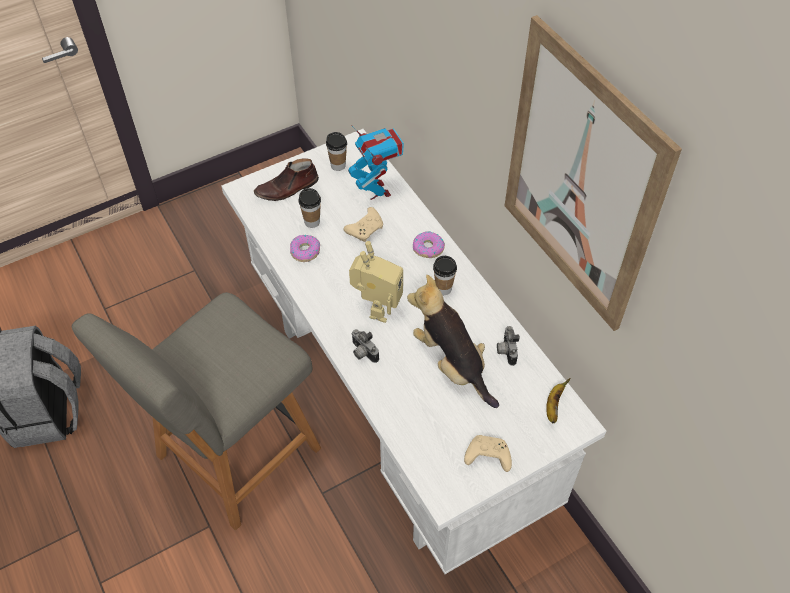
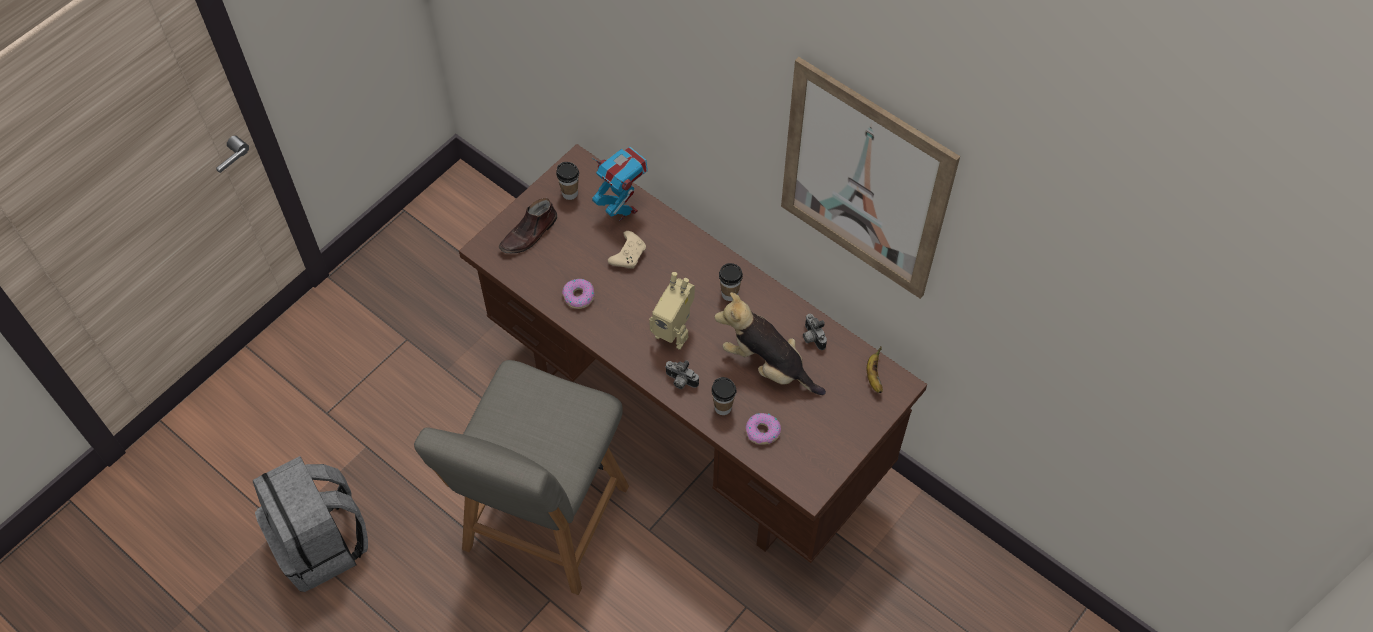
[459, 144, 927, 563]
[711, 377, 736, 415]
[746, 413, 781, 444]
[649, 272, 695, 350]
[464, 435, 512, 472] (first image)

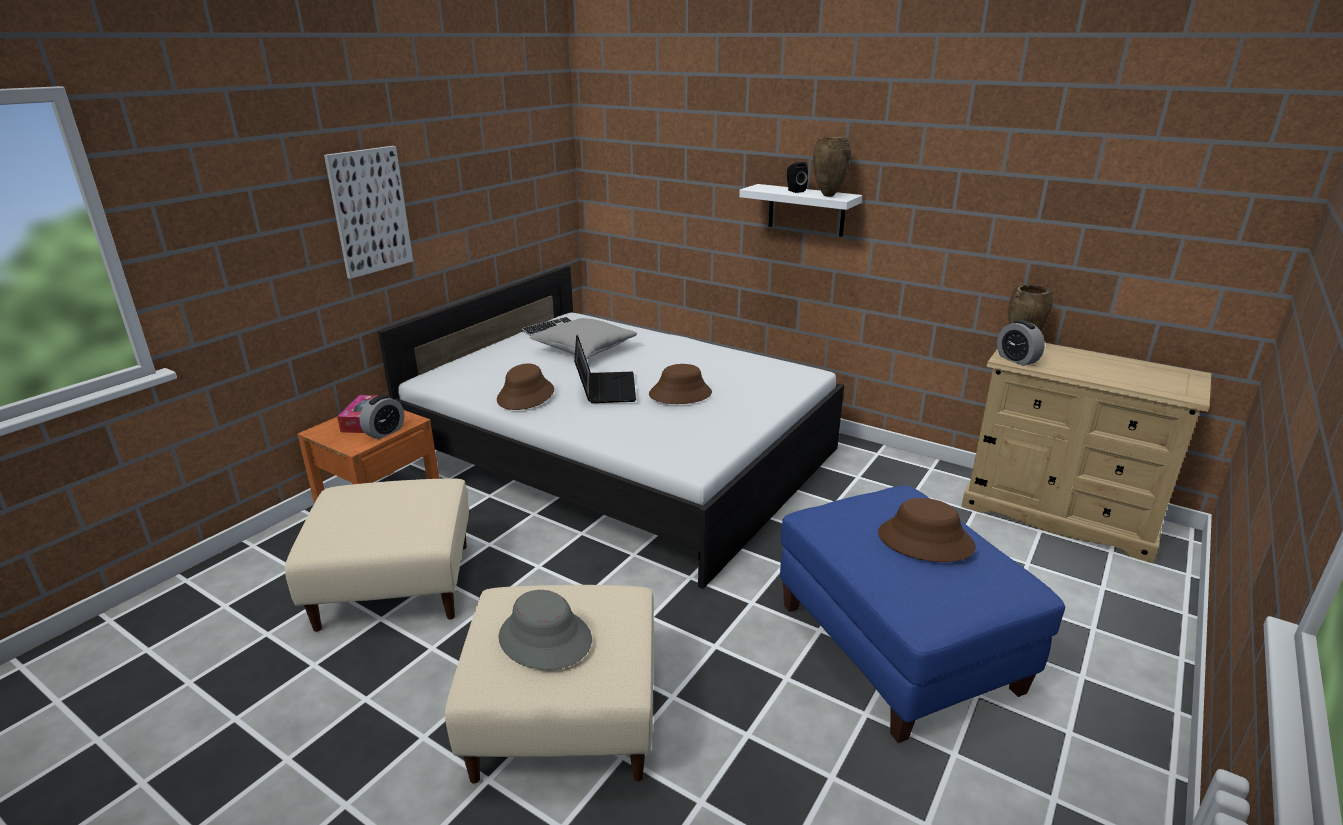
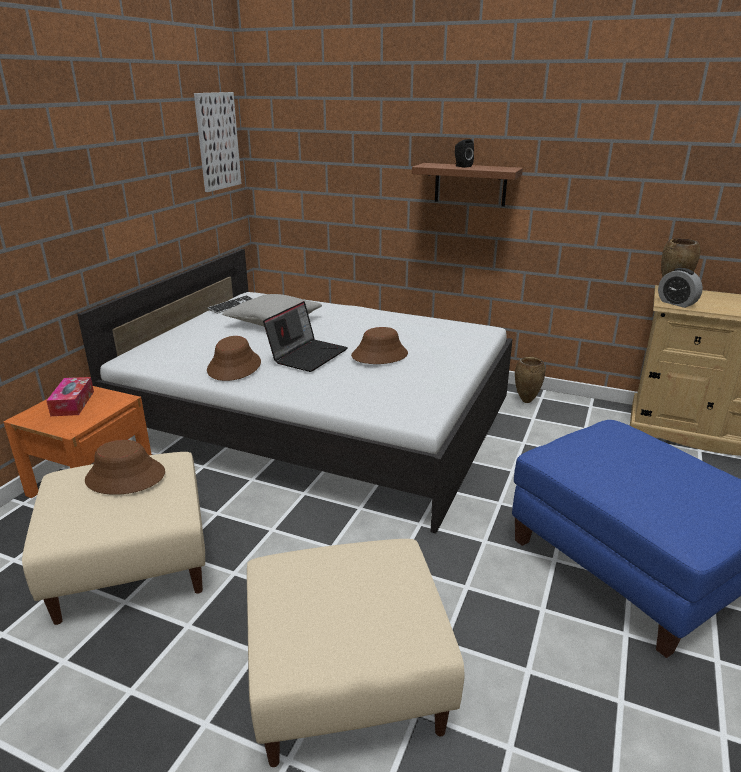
[515, 357, 545, 403]
[194, 92, 242, 192]
[412, 163, 523, 207]
[263, 301, 348, 372]
[359, 395, 404, 439] (first image)
[85, 440, 165, 495]
[498, 590, 592, 670] (first image)

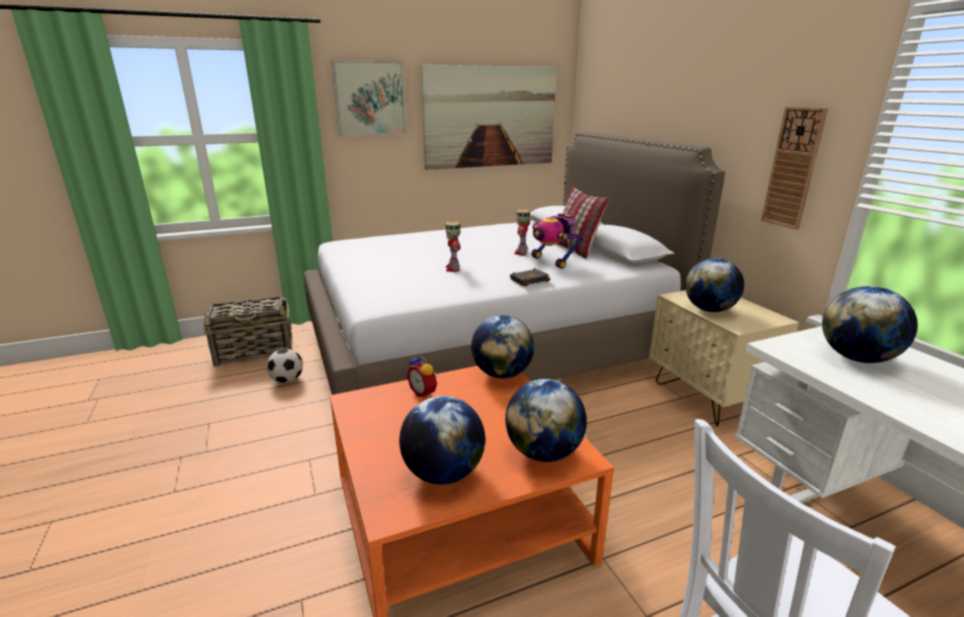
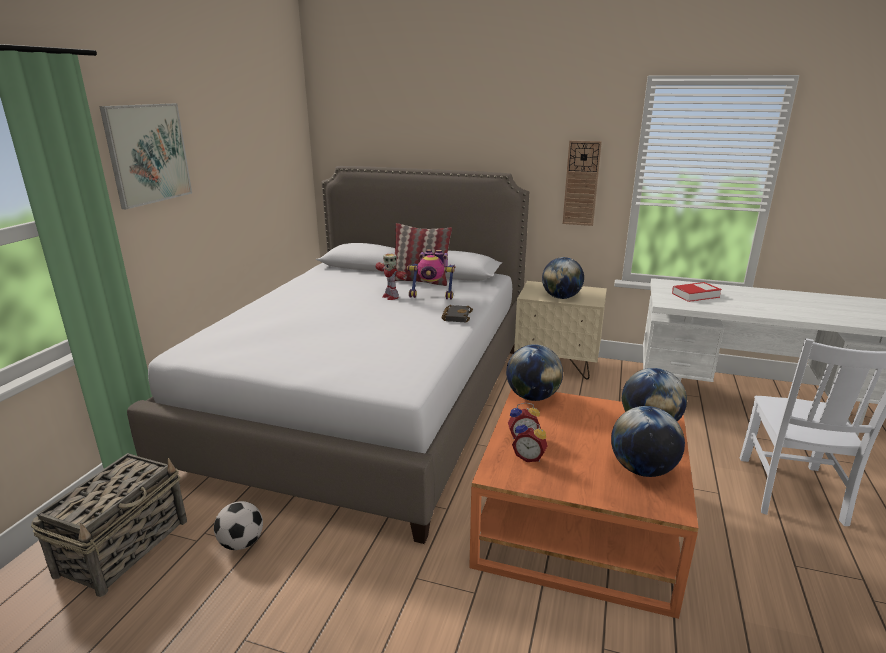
[421, 65, 557, 170] (first image)
[445, 222, 461, 272] (first image)
[672, 282, 722, 302]
[512, 421, 548, 462]

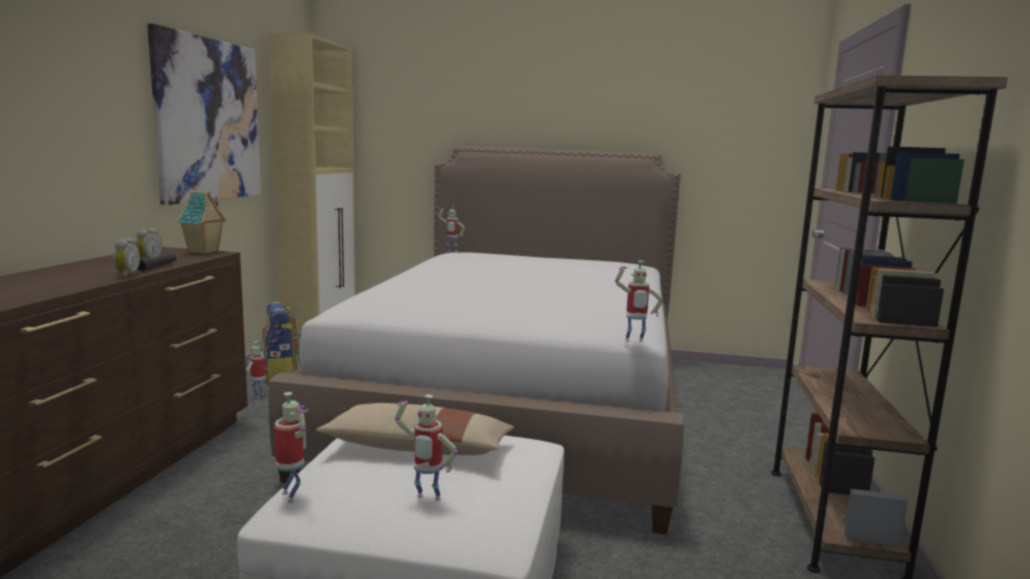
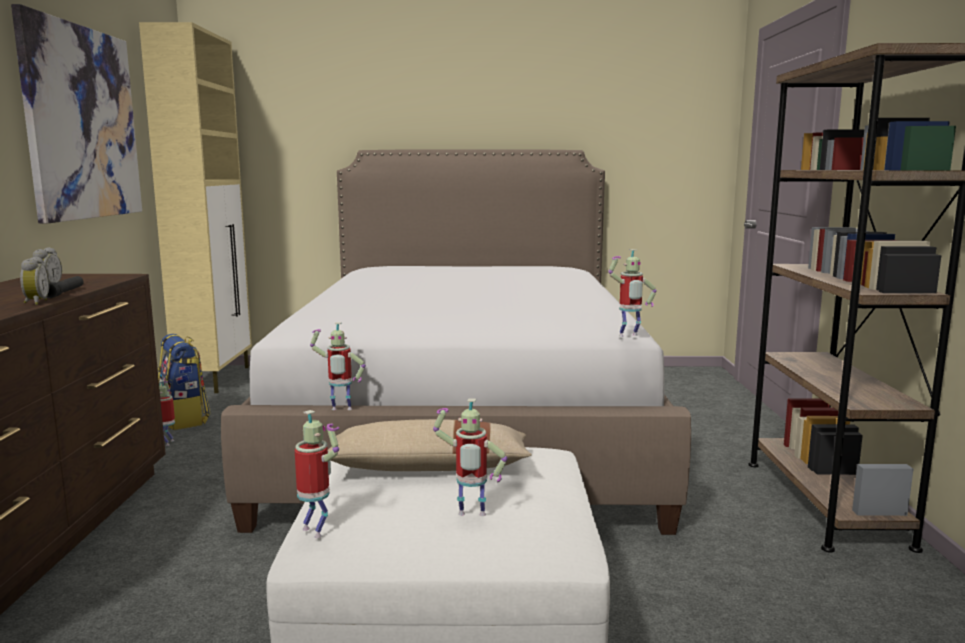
[177, 190, 226, 254] (first image)
[310, 322, 366, 410]

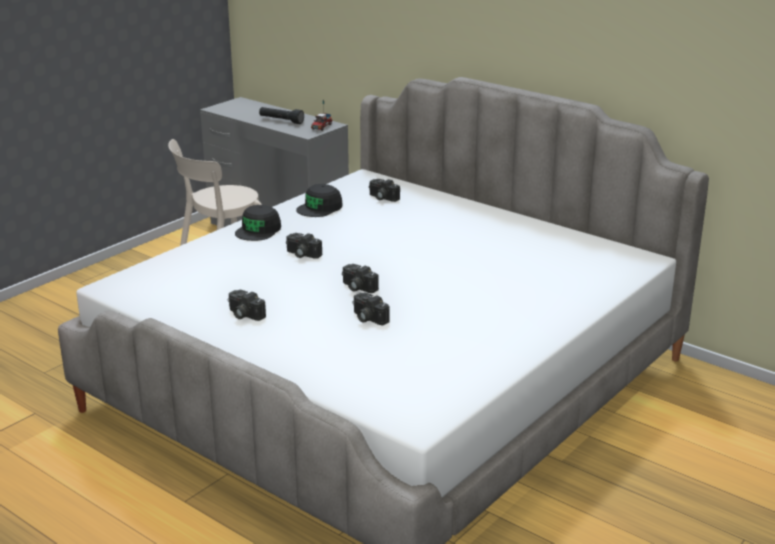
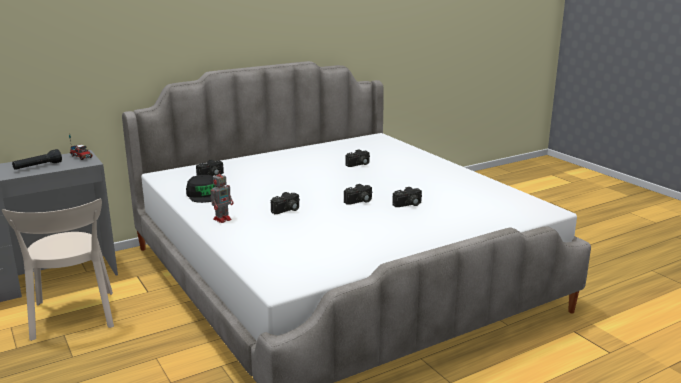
[211, 170, 234, 223]
[345, 149, 370, 167]

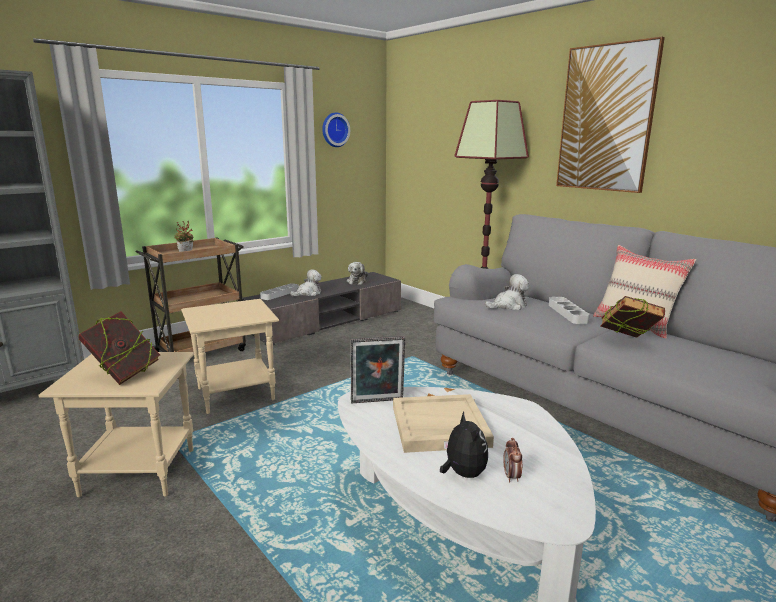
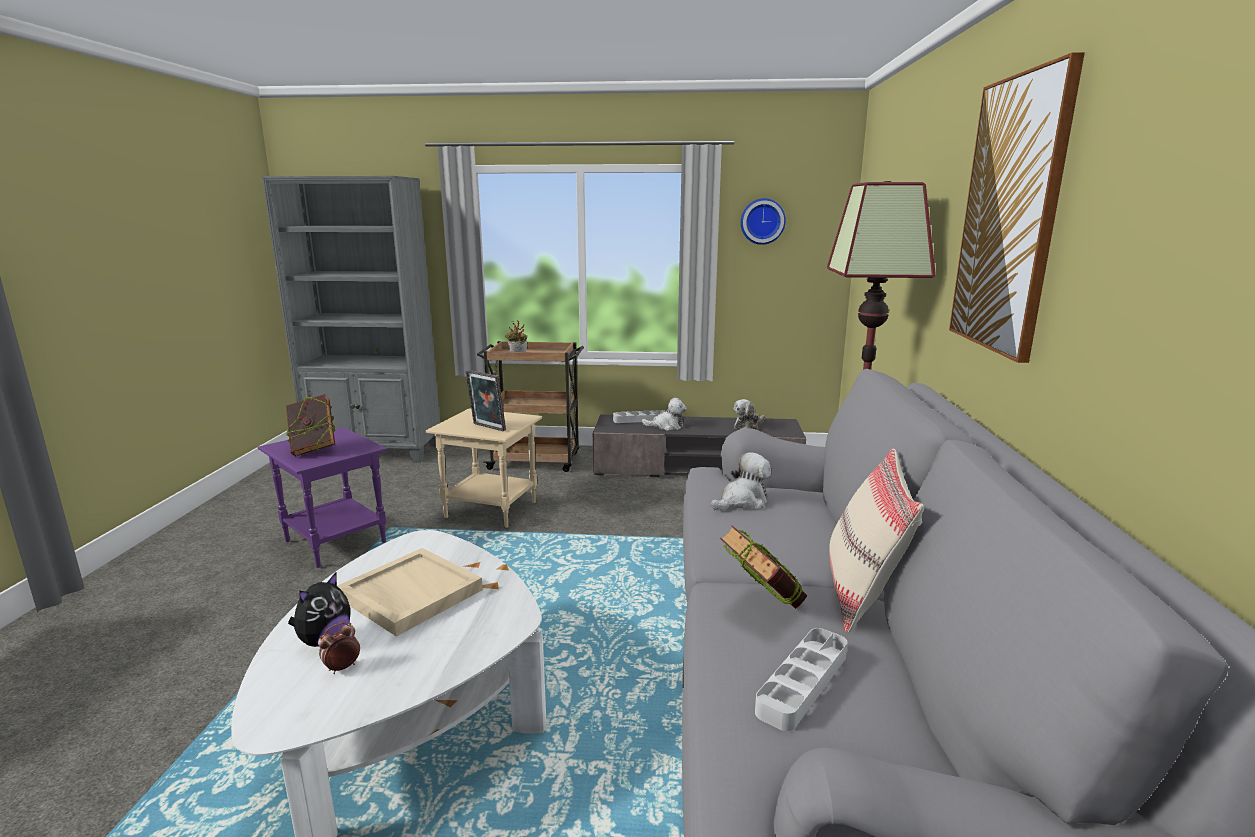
[711, 452, 771, 511]
[755, 628, 848, 731]
[466, 370, 506, 431]
[258, 427, 387, 568]

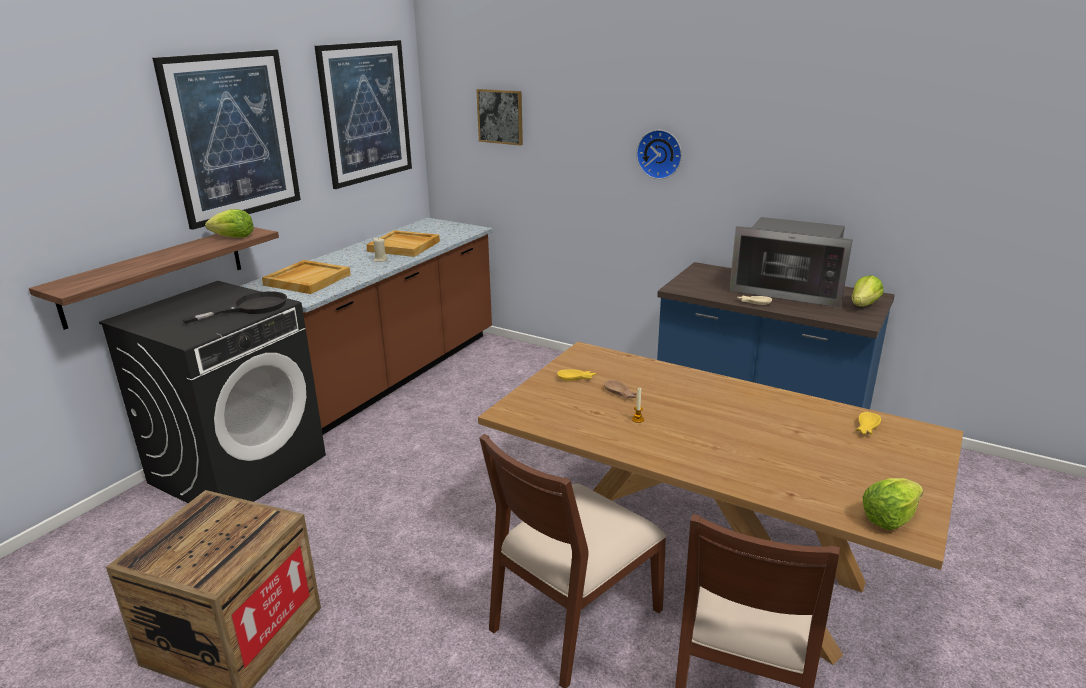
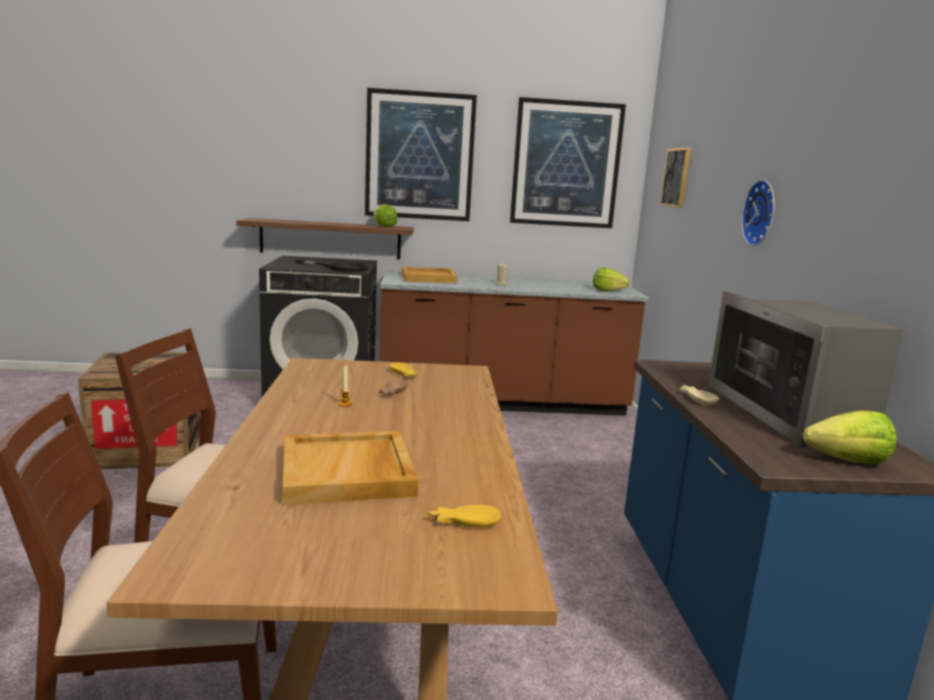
[283, 431, 418, 505]
[593, 268, 630, 291]

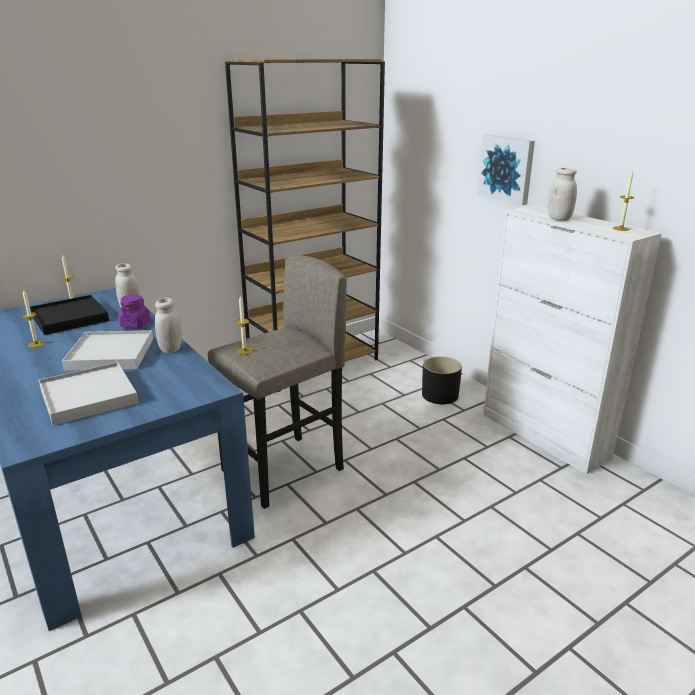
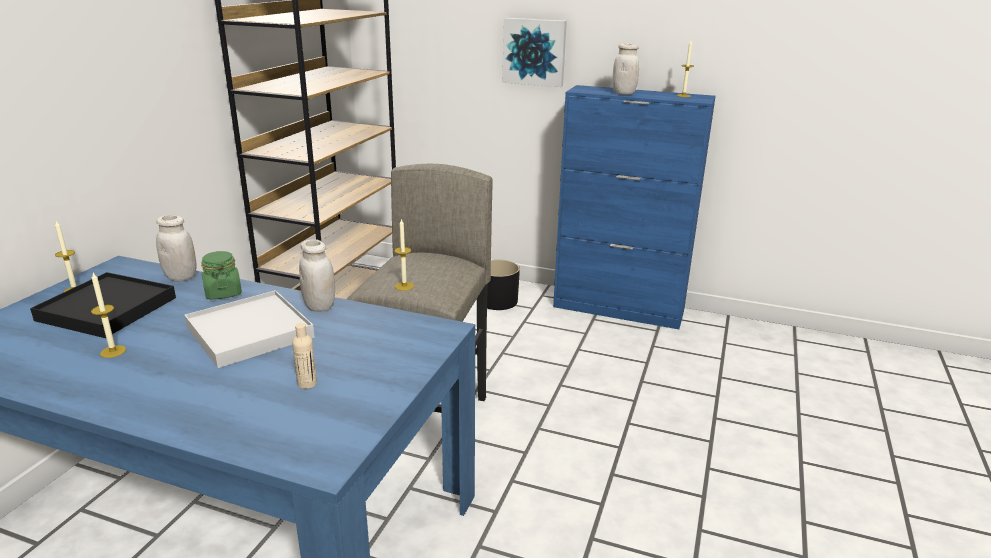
[553, 85, 716, 329]
[201, 251, 242, 300]
[292, 323, 317, 389]

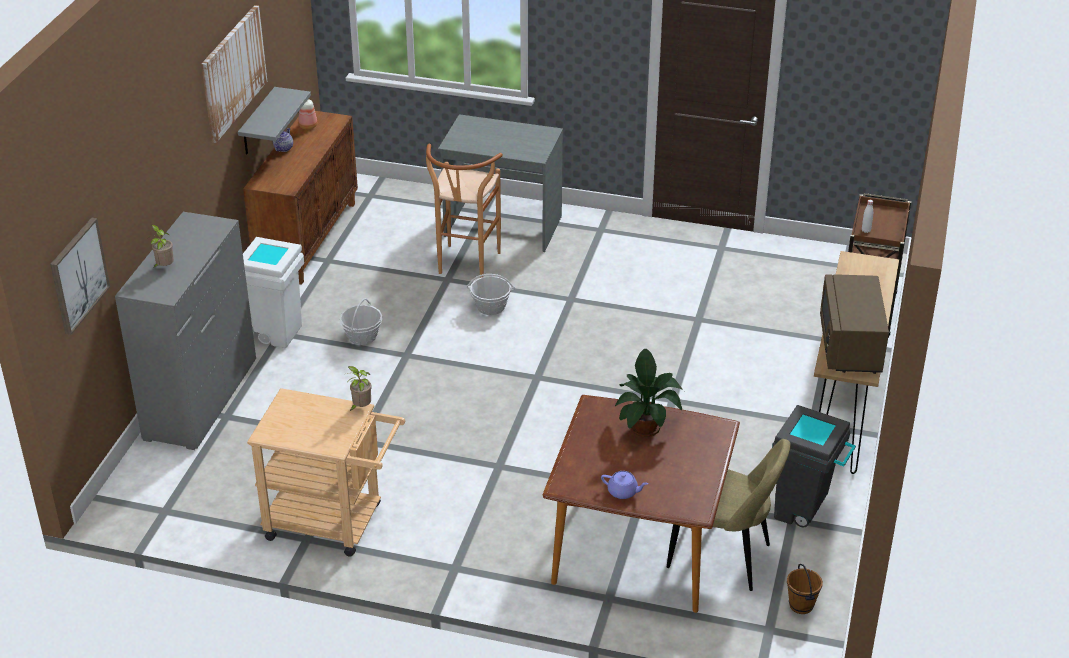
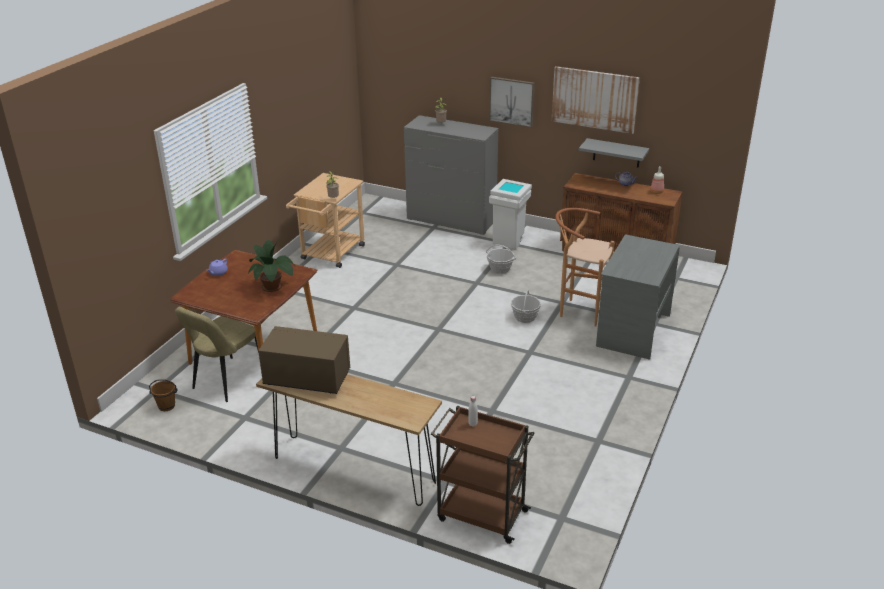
[489, 77, 535, 128]
[772, 405, 856, 528] (first image)

